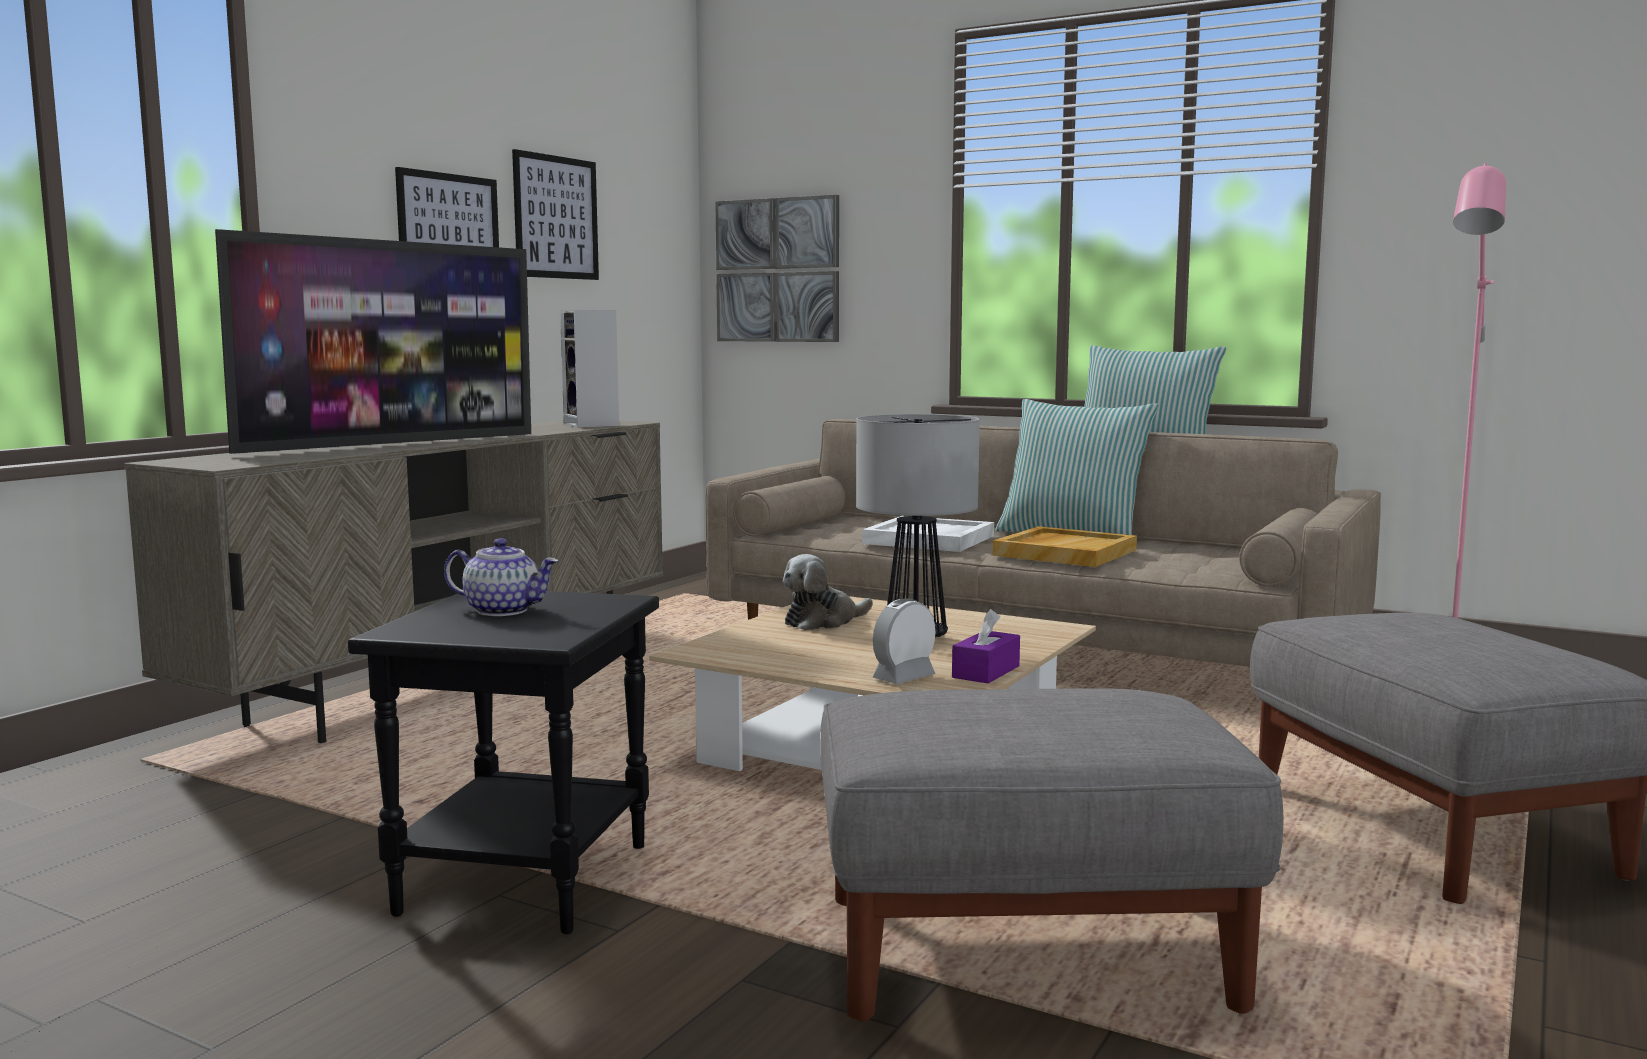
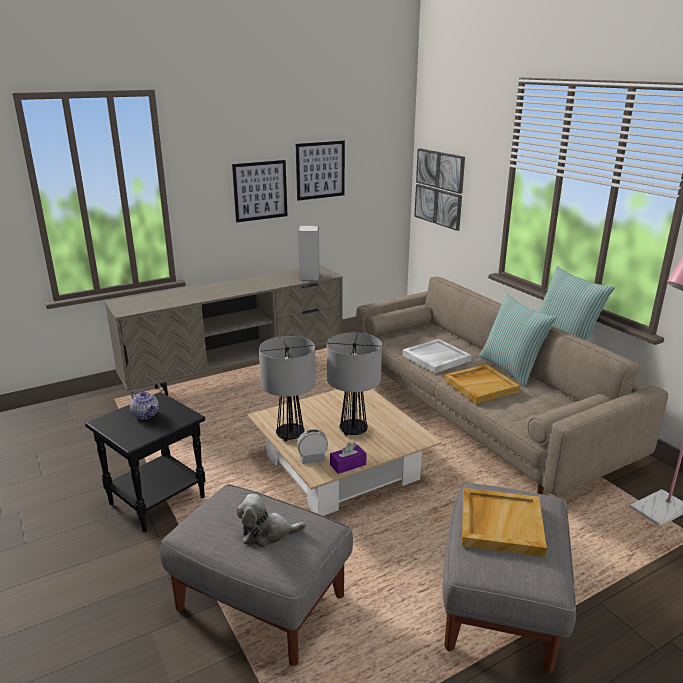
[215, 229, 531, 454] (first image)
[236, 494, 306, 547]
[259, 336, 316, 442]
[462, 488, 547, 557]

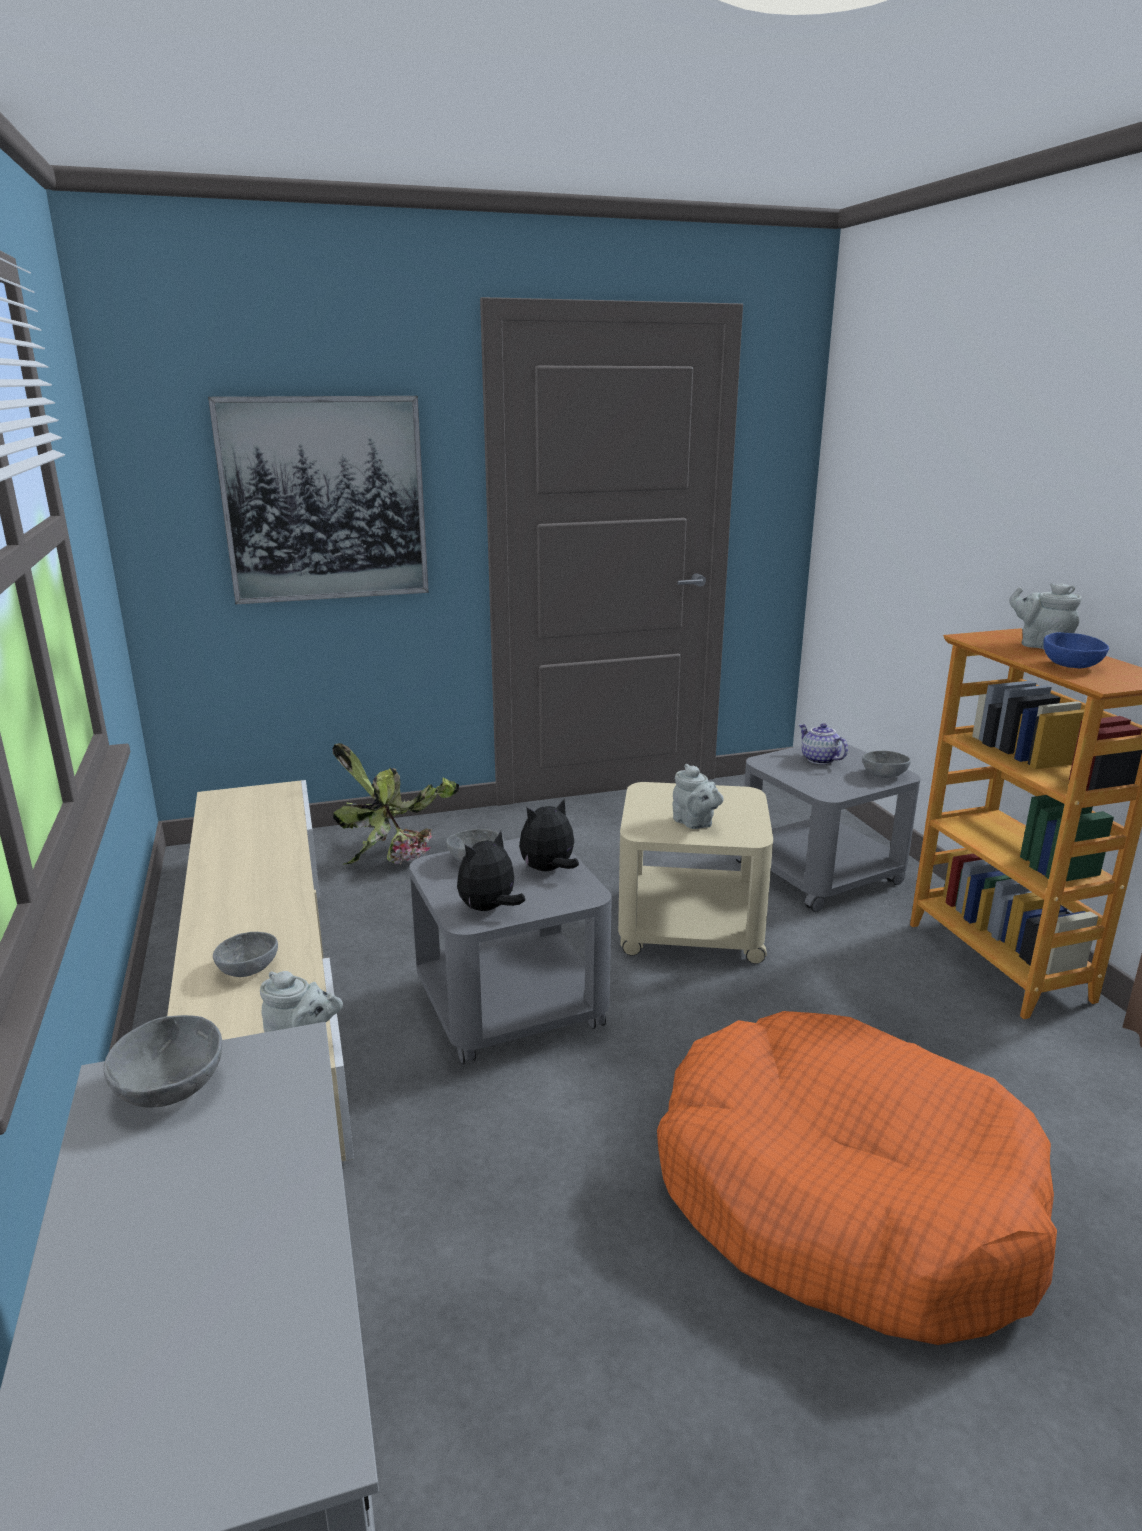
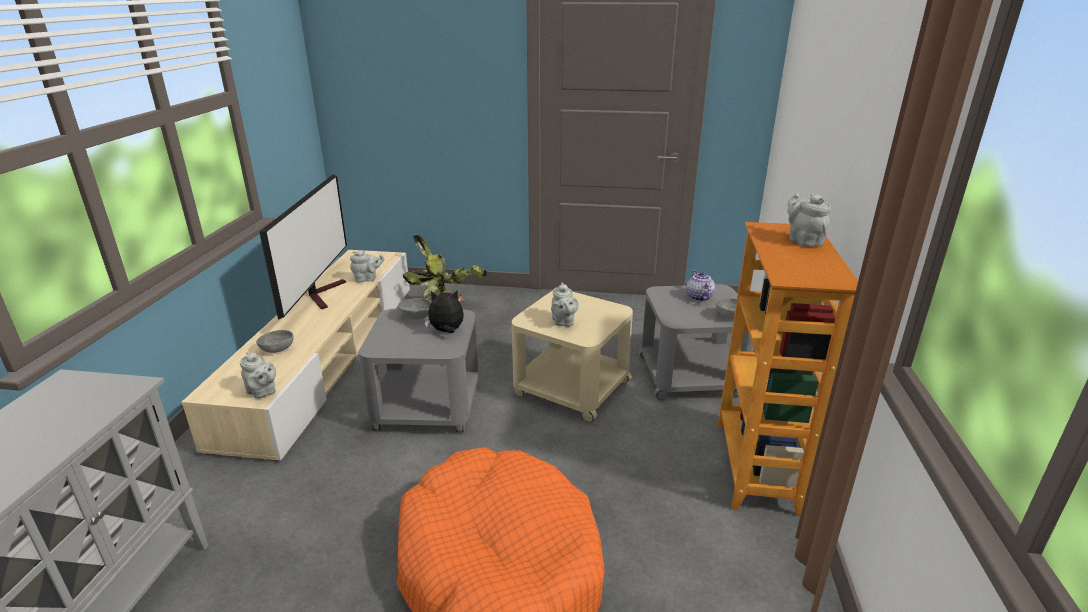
[208, 396, 429, 604] (first image)
[1043, 632, 1109, 668] (first image)
[457, 831, 525, 911] (first image)
[104, 1015, 222, 1108] (first image)
[259, 174, 347, 320]
[350, 250, 385, 282]

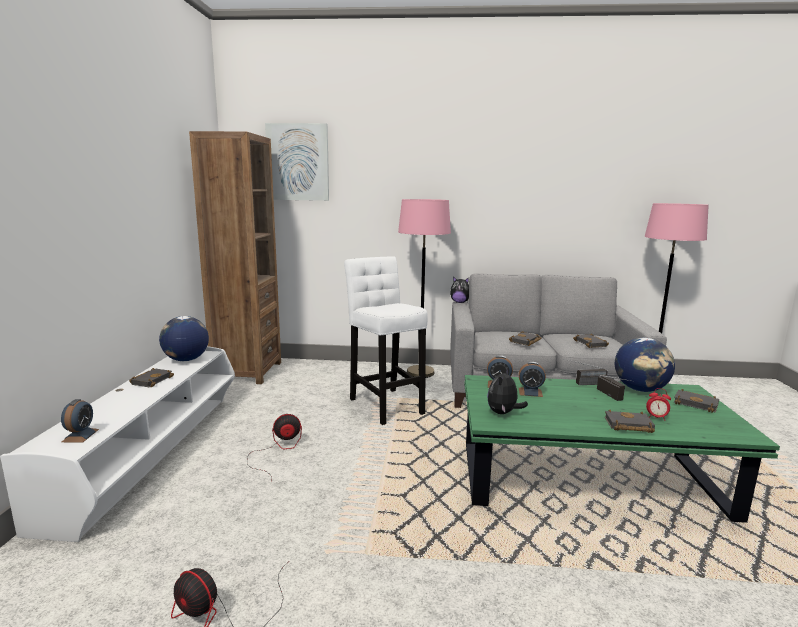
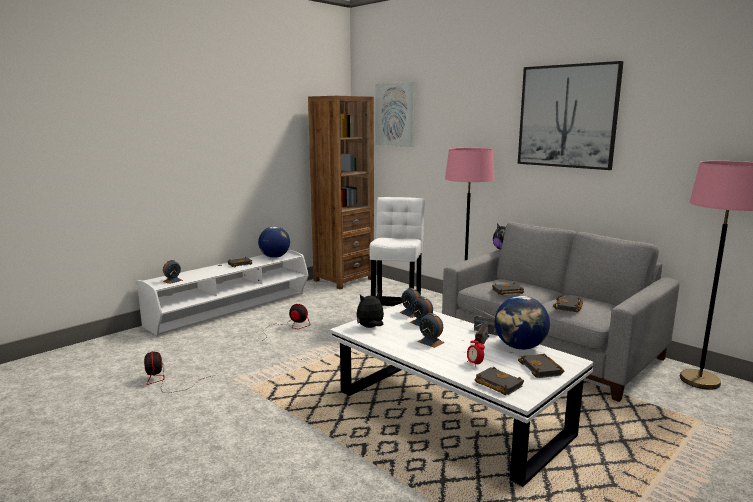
[330, 303, 594, 487]
[475, 367, 524, 395]
[518, 61, 624, 170]
[417, 313, 445, 348]

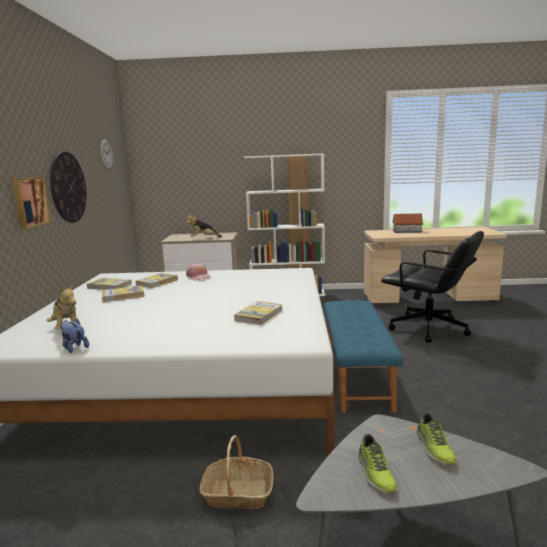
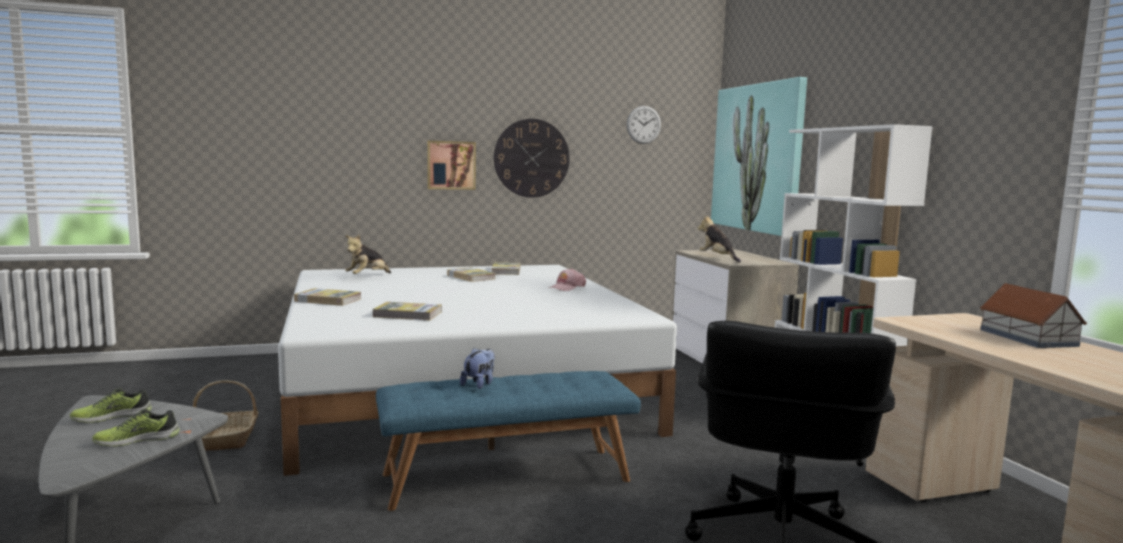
[294, 288, 361, 306]
[460, 348, 495, 389]
[711, 77, 807, 236]

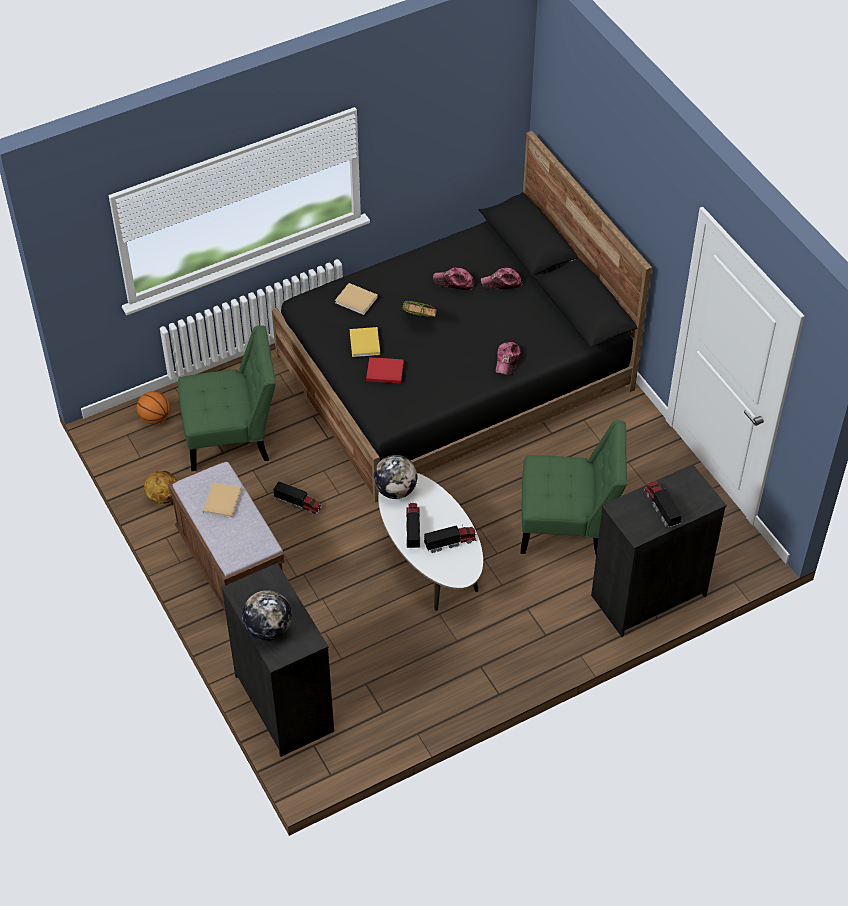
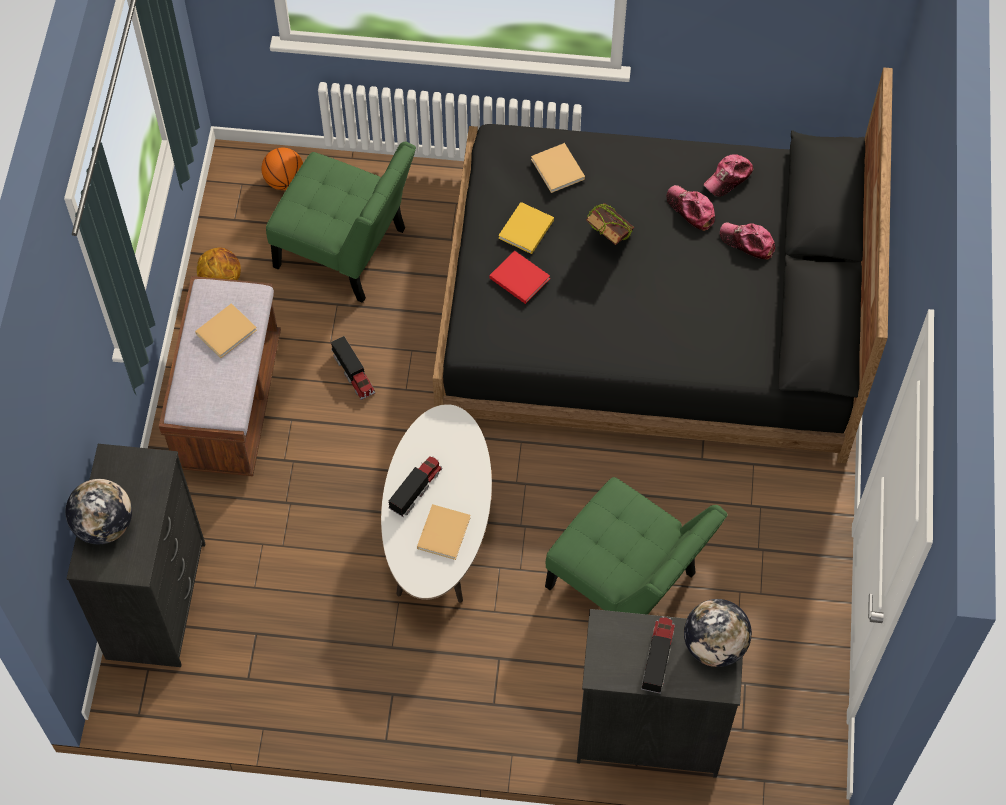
[704, 154, 754, 197]
[684, 599, 752, 667]
[417, 504, 471, 560]

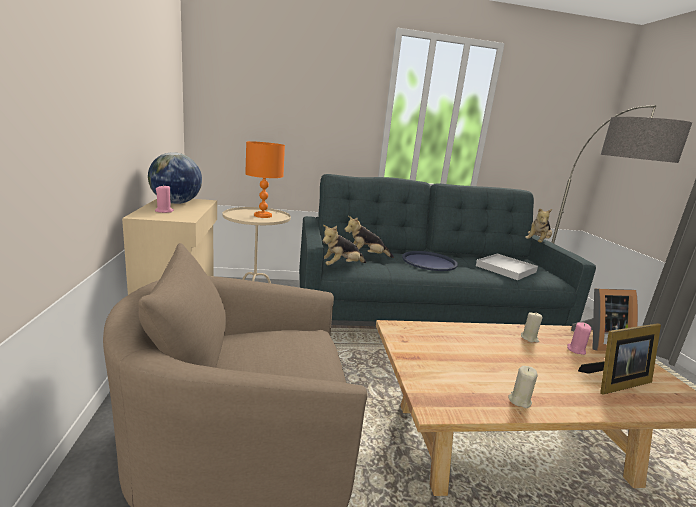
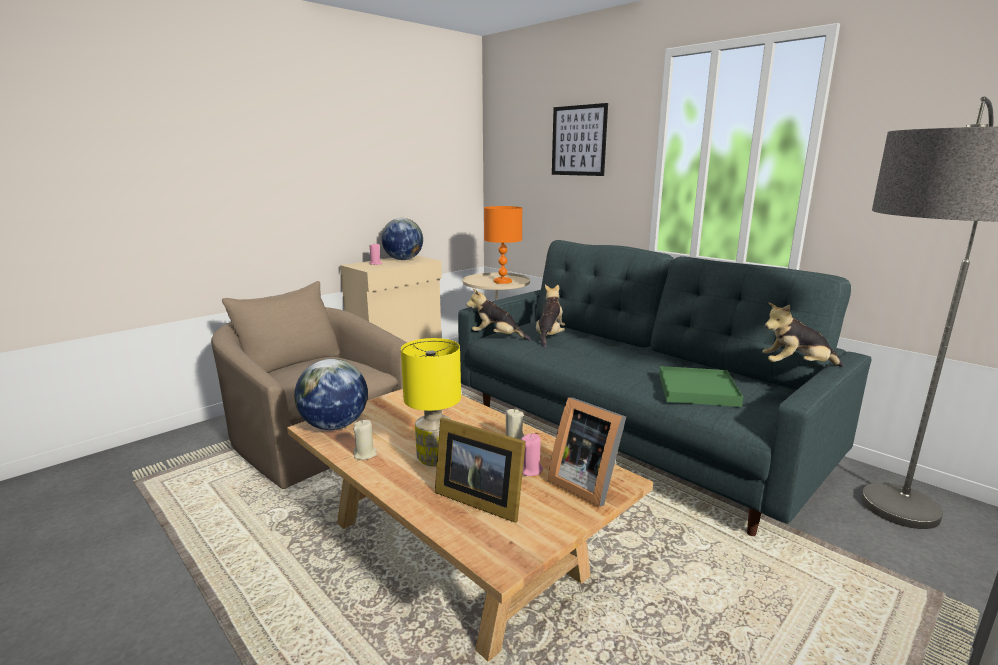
[536, 285, 565, 347]
[402, 251, 458, 271] (first image)
[659, 366, 743, 407]
[552, 103, 608, 176]
[401, 338, 461, 466]
[294, 359, 368, 430]

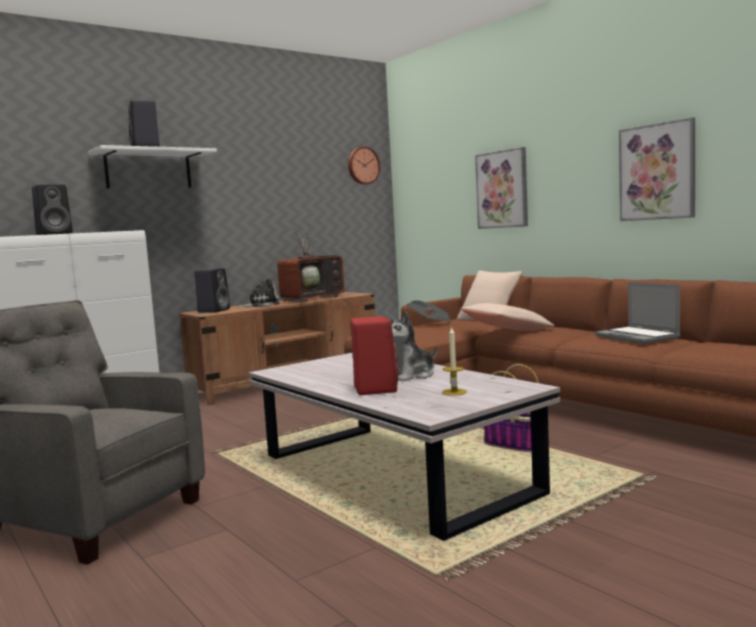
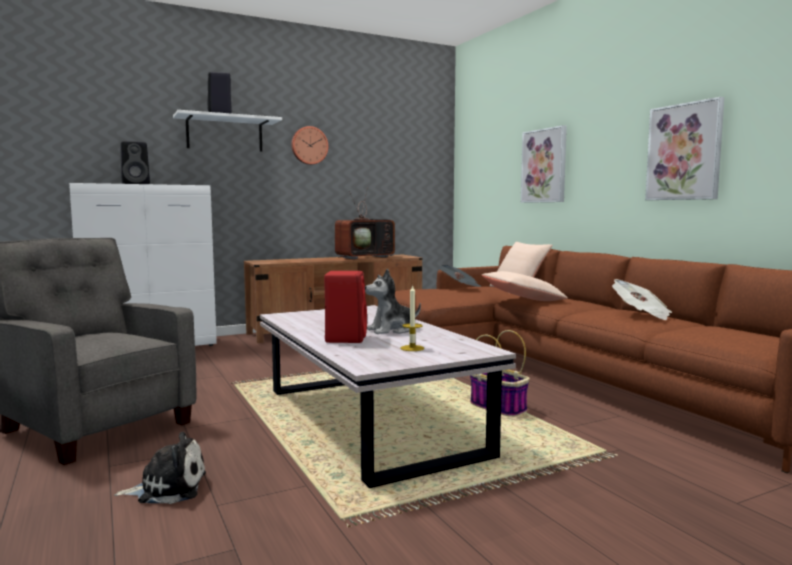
[291, 126, 328, 165]
[195, 268, 230, 312] (first image)
[114, 432, 206, 504]
[612, 279, 672, 320]

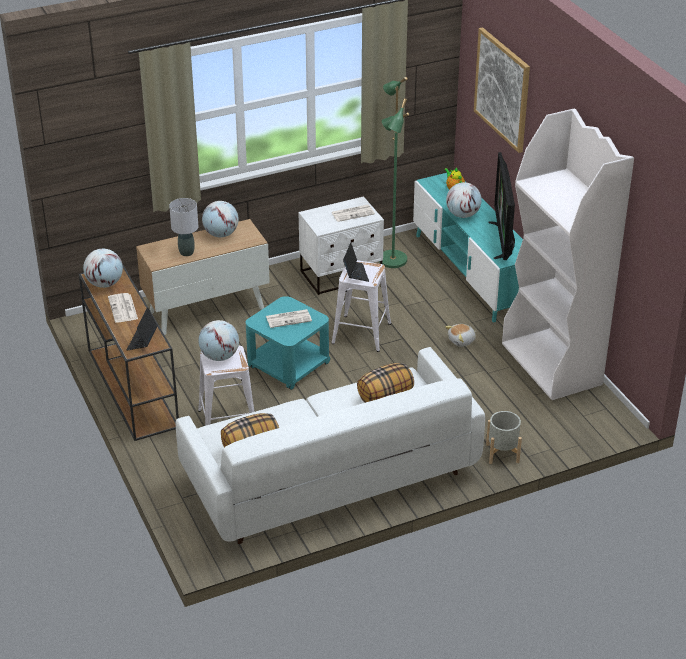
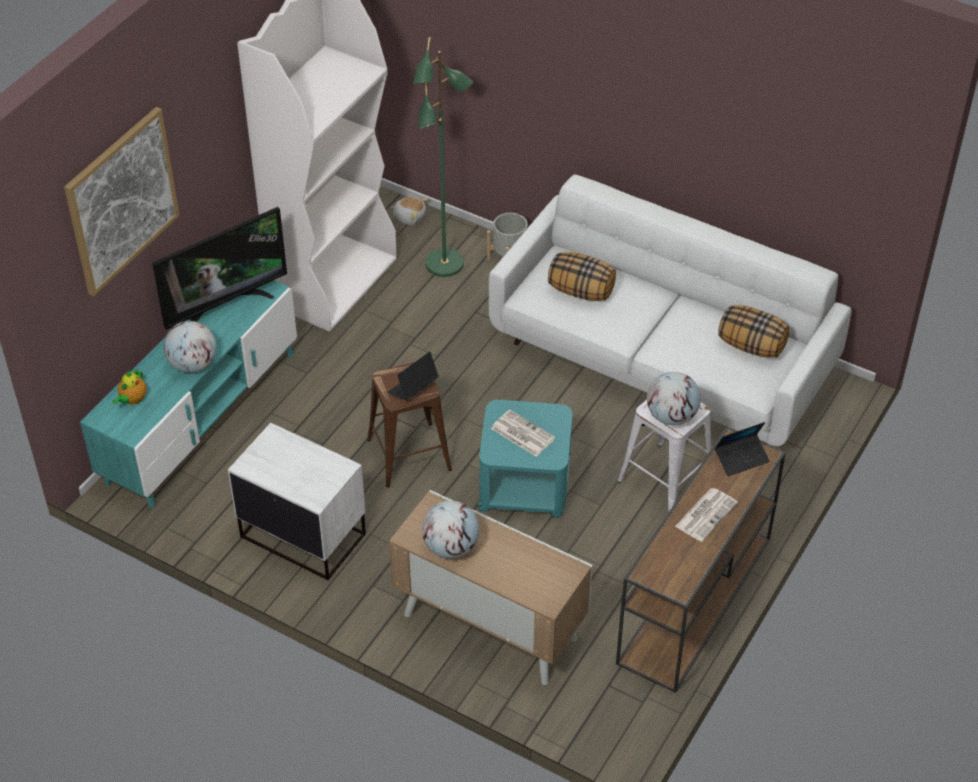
[413, 37, 473, 277]
[169, 198, 198, 256] (first image)
[331, 205, 375, 222] (first image)
[83, 249, 123, 288] (first image)
[367, 362, 452, 487]
[391, 197, 429, 225]

